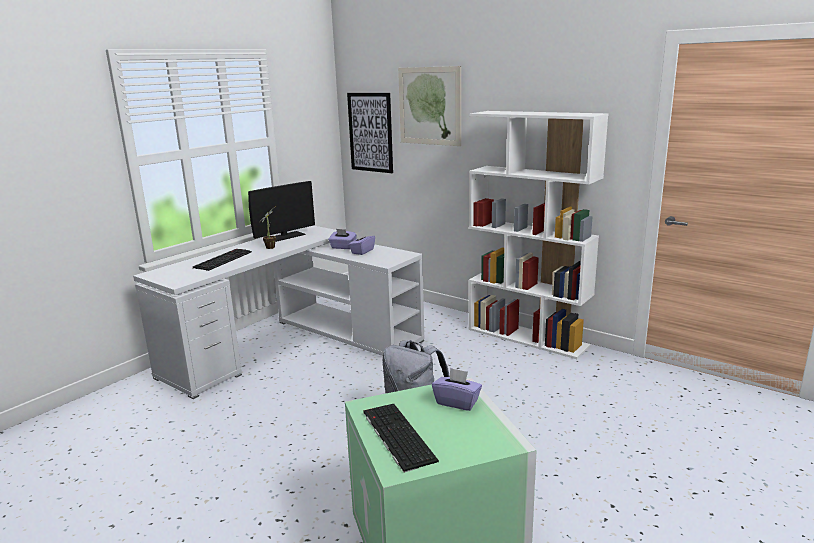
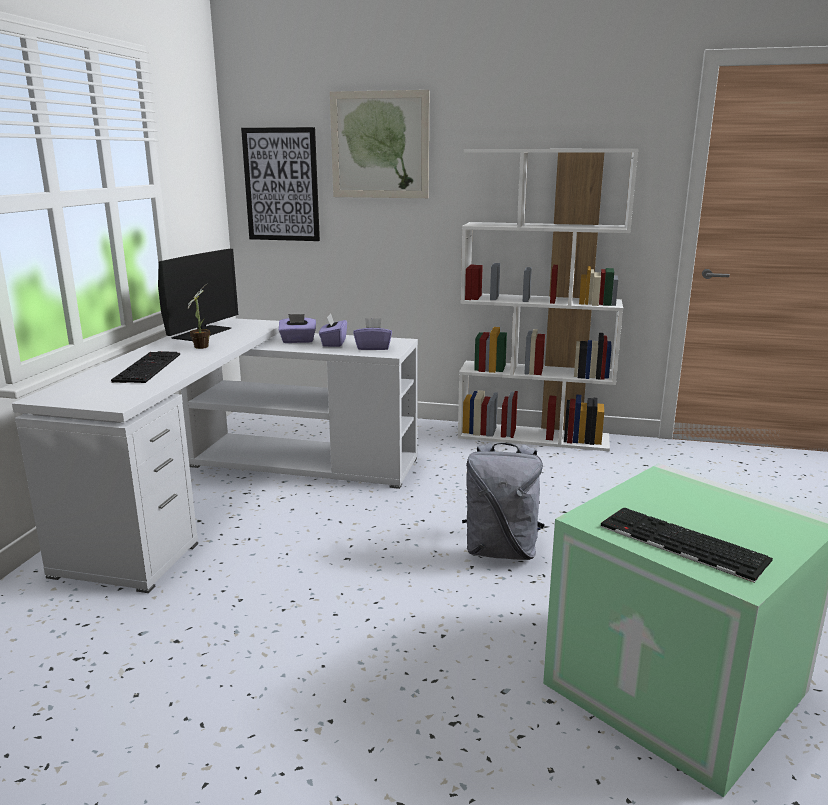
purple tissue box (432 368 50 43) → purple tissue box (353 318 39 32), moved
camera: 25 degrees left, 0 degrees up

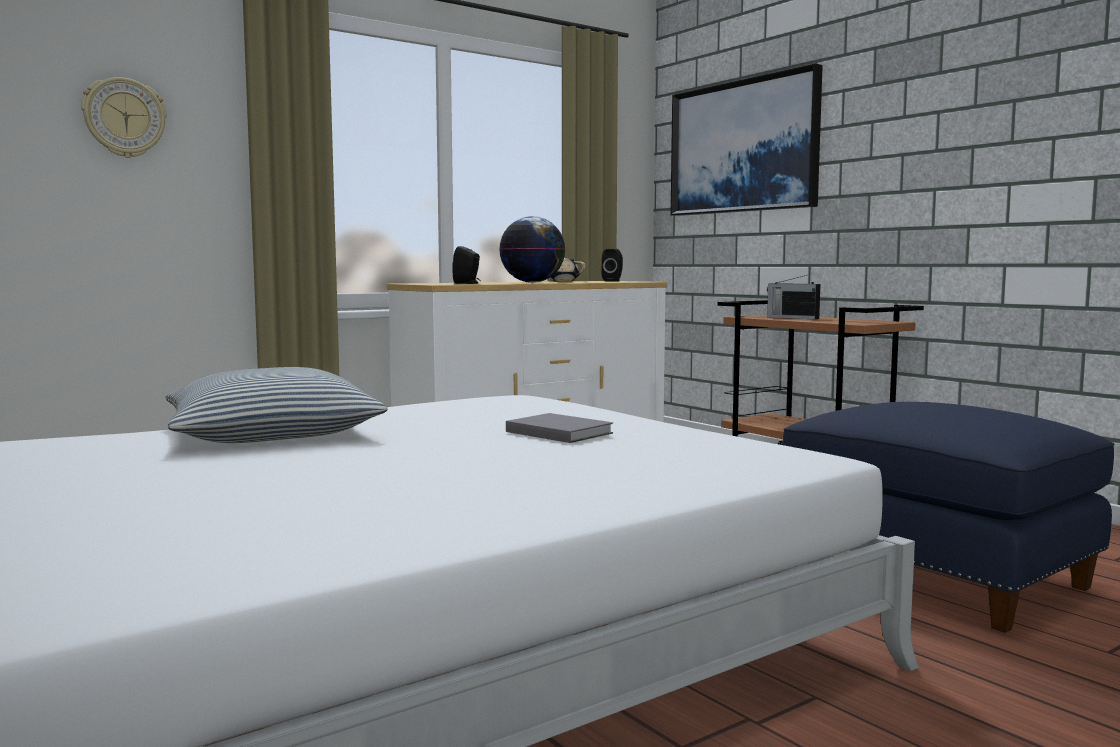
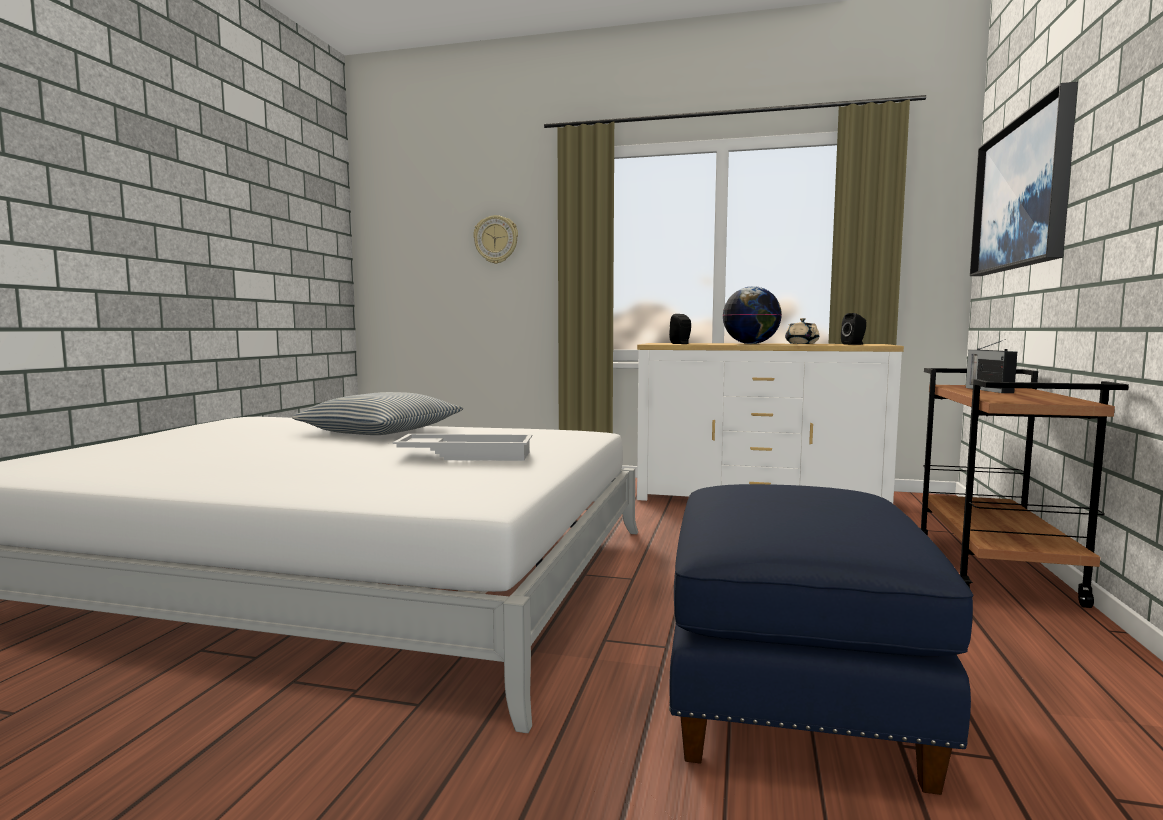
grey book (506 413 107 30) → white tray (393 434 139 27)
camera: 50 degrees right, 0 degrees up

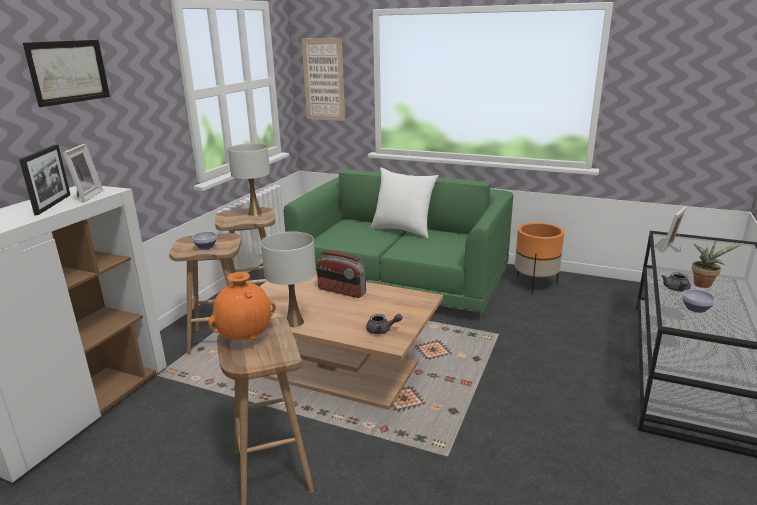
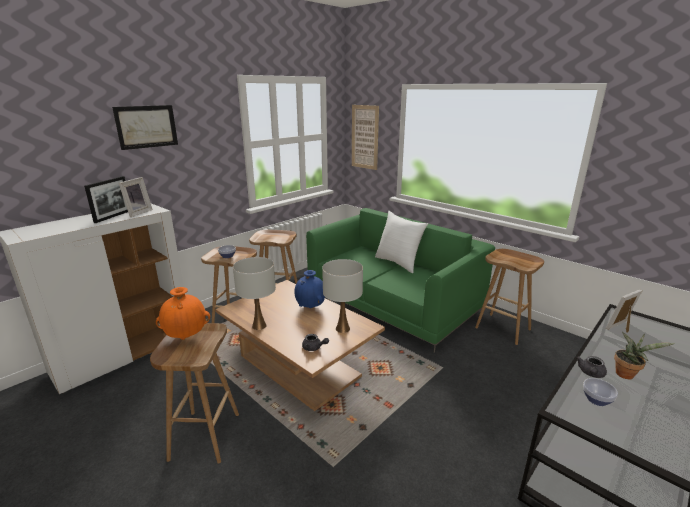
white table lamp (228 143 42 73) → white table lamp (322 259 41 74), moved
radio (317 250 49 48) → blue vase (294 270 31 38)
orange planter (515 223 49 71) → brown stool (475 249 69 96)
camera: 20 degrees right, 0 degrees up

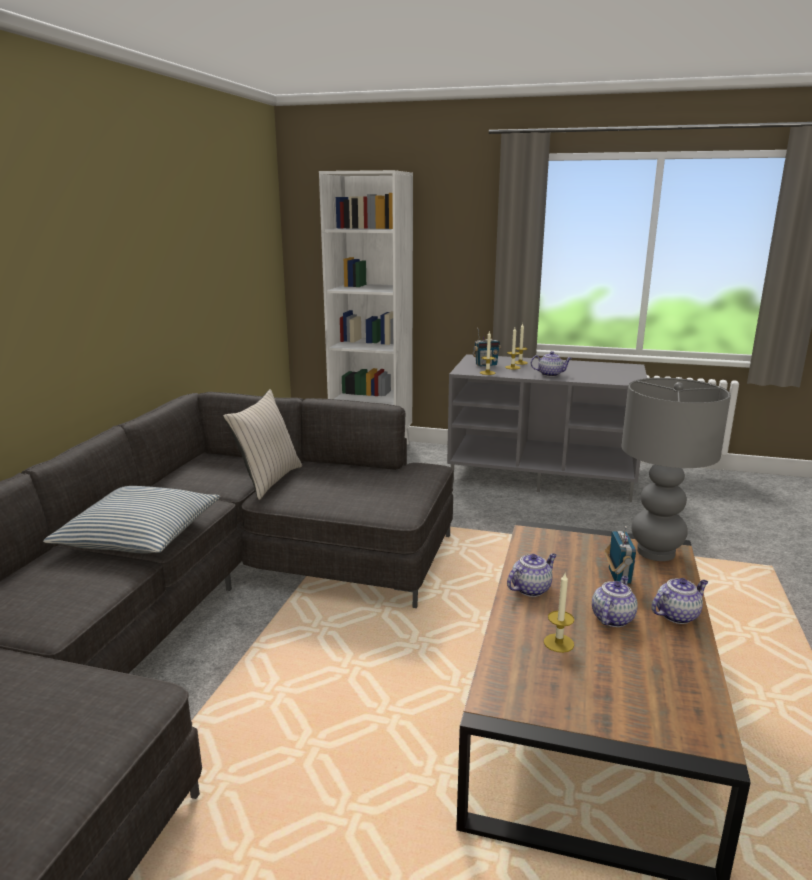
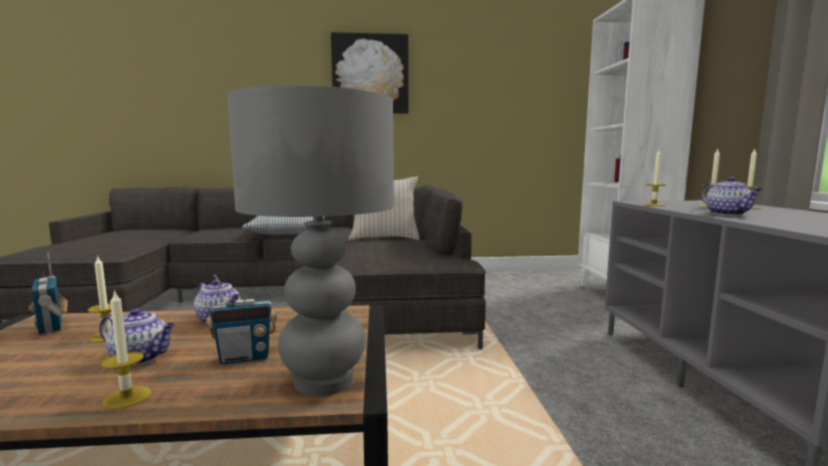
radio (472 328 29 39) → radio (28 253 40 81), moved
teapot (652 578 56 46) → candle (101 290 50 120)
- → picture (331 32 78 82)
camera: 70 degrees right, 10 degrees down

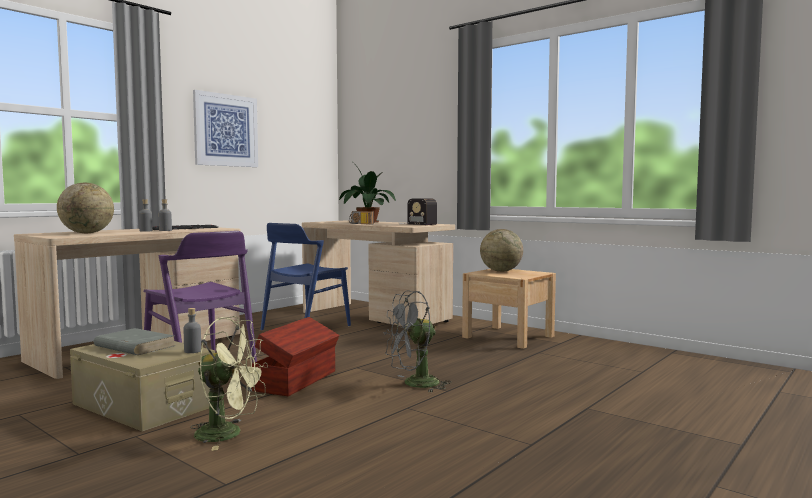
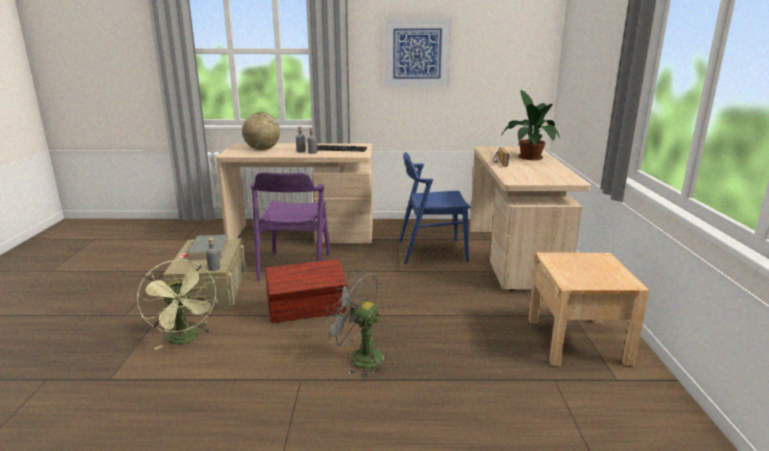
radio (399 198 38 27) → -
globe (480 229 43 43) → -
camera: 50 degrees right, 15 degrees up

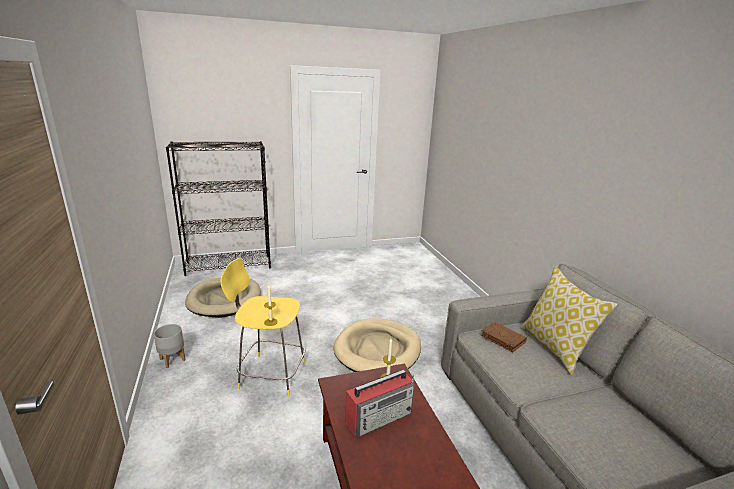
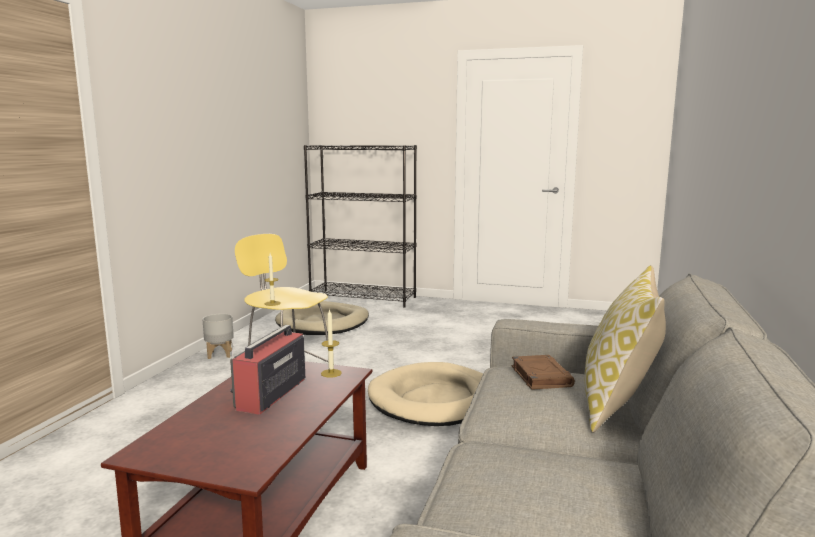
radio (345 370 69 67) → radio (230 325 75 90), 105 degrees clockwise
camera: 35 degrees right, 10 degrees down

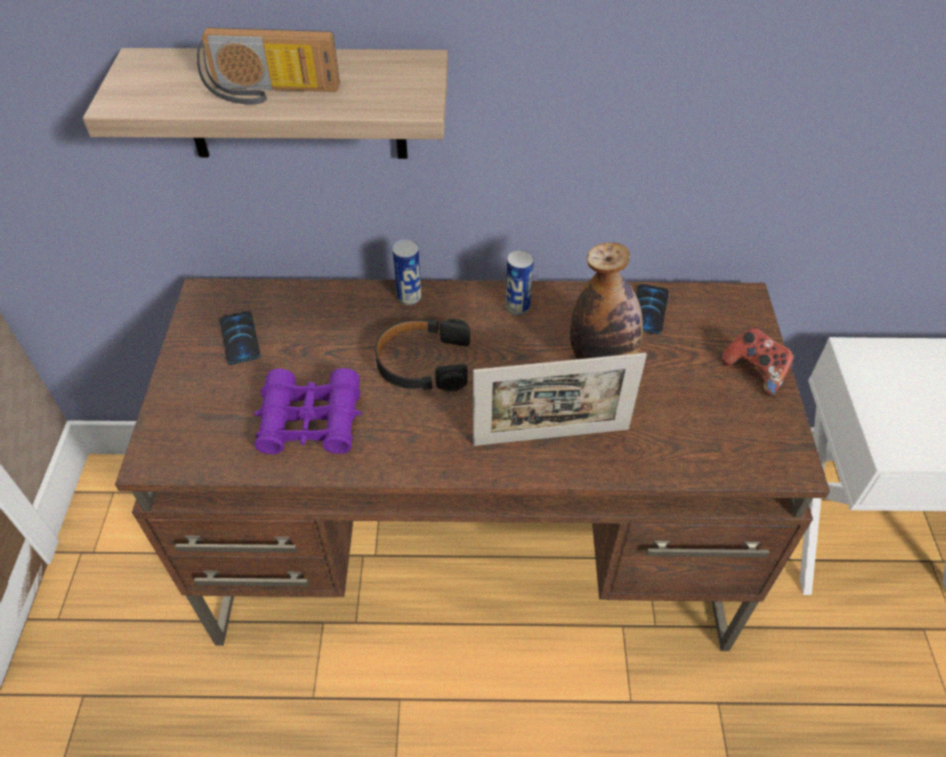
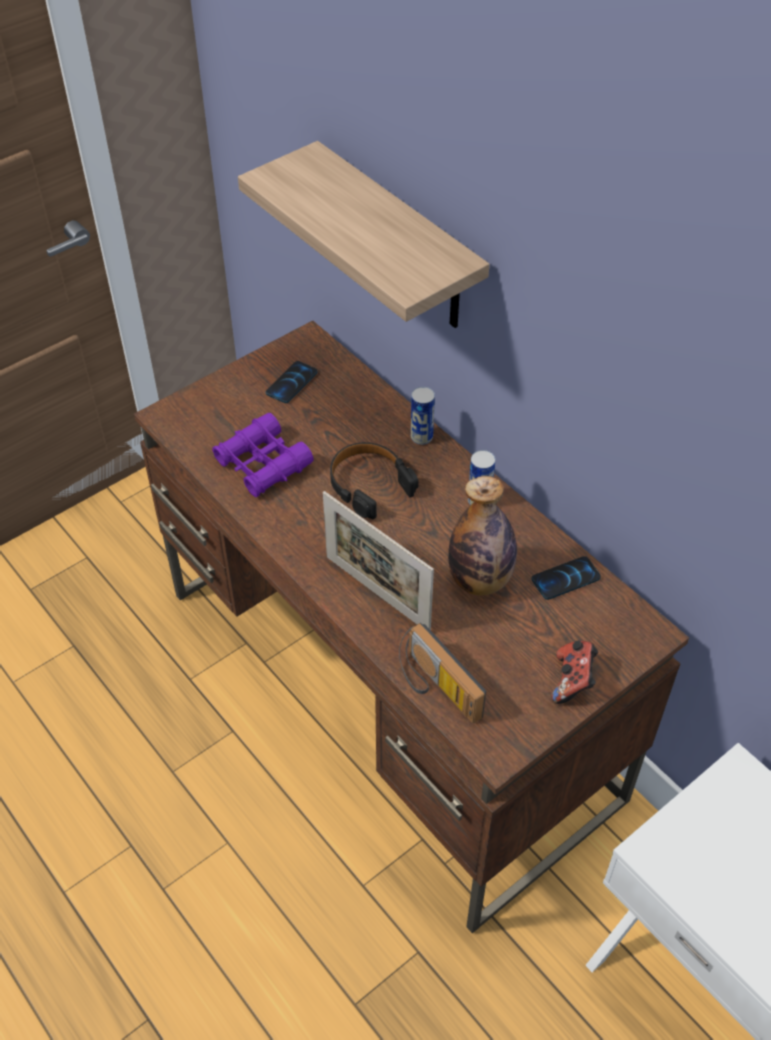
radio (197 27 143 78) → radio (399 623 87 100), moved
camera: 50 degrees right, 0 degrees up

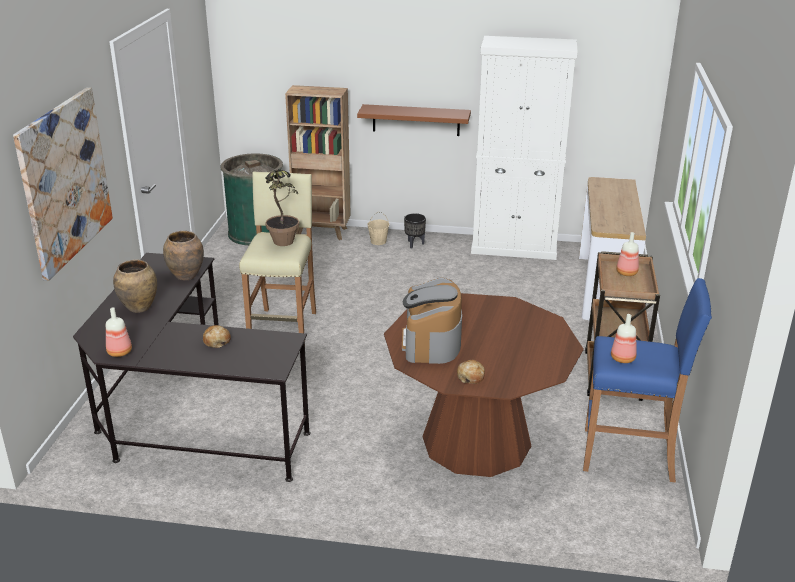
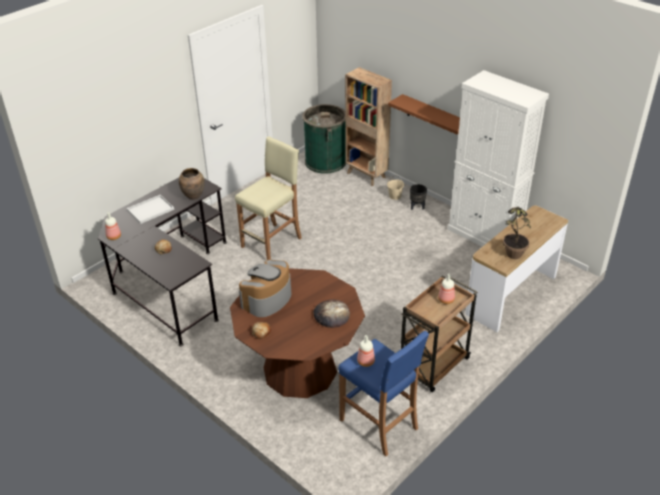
picture (13 88 100 193) → -
brown vase (113 260 44 53) → white tray (127 195 47 29)
potted plant (265 169 34 77) → potted plant (503 207 28 52), moved
- → bread (314 299 36 29)
camera: 35 degrees right, 10 degrees up

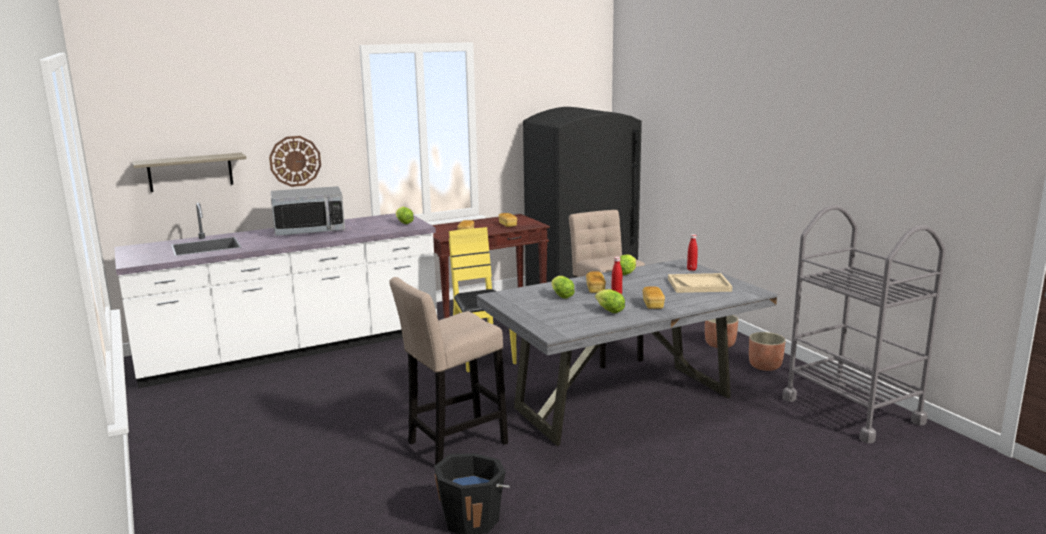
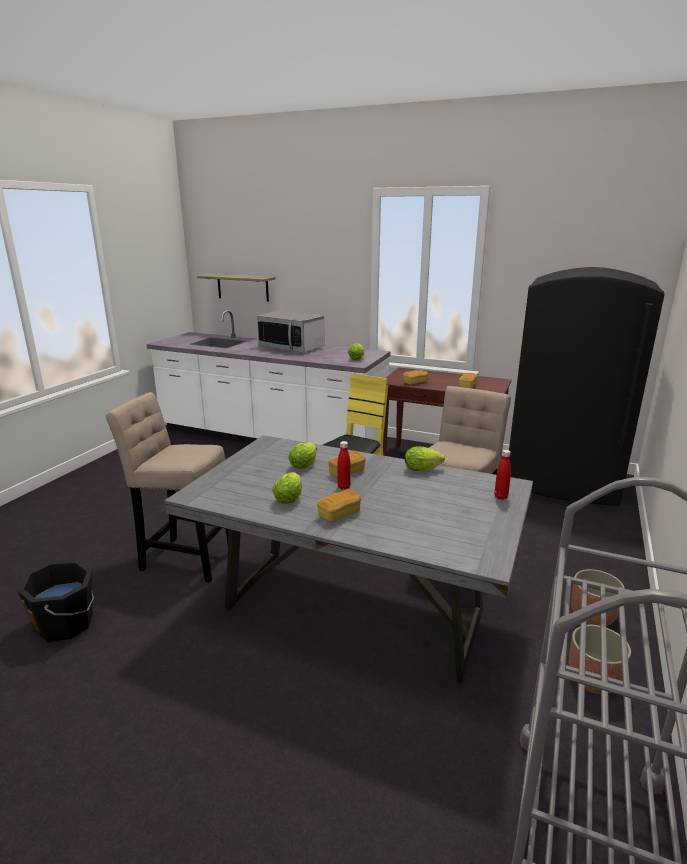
wall clock (269 136 52 51) → -
beige tray (668 273 64 20) → -
camera: 50 degrees right, 5 degrees up

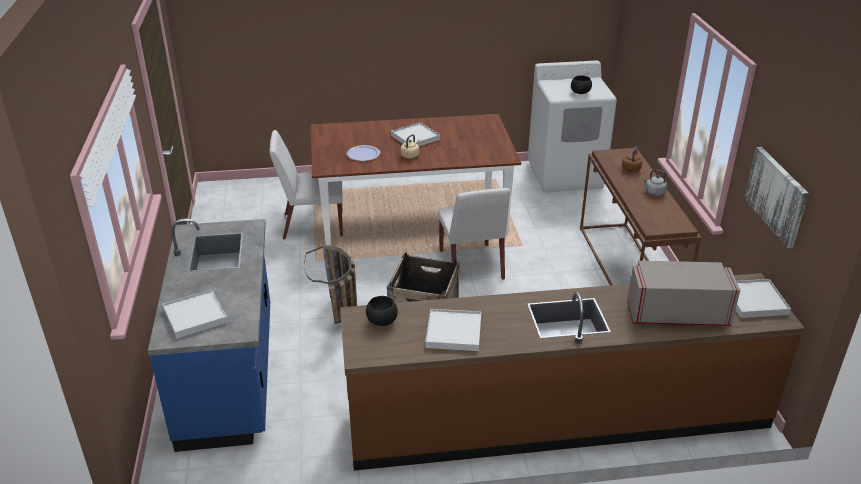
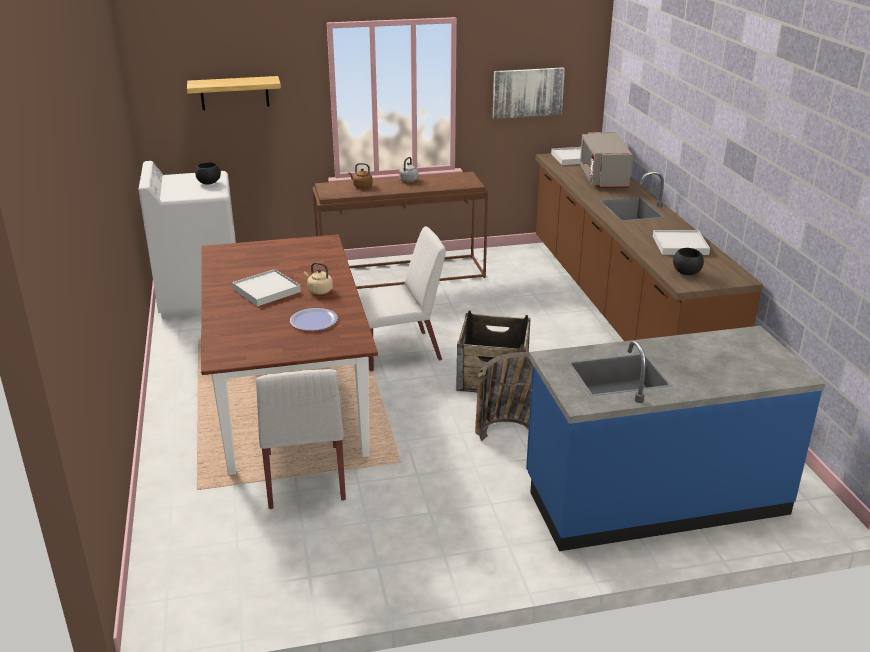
white tray (162 289 66 49) → -
- → shelf (187 76 94 34)
camera: 95 degrees left, 5 degrees down

